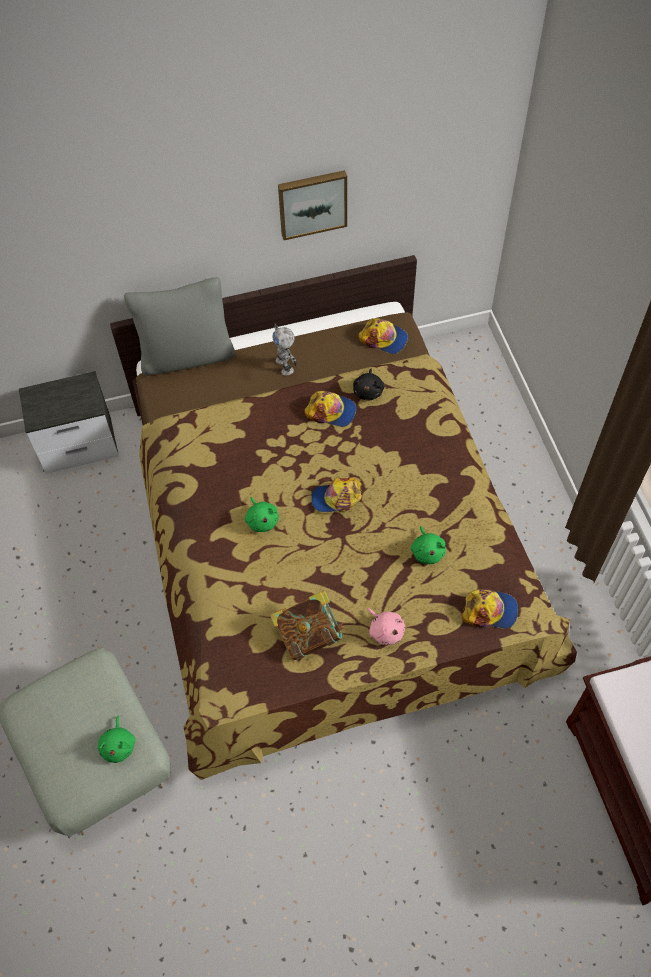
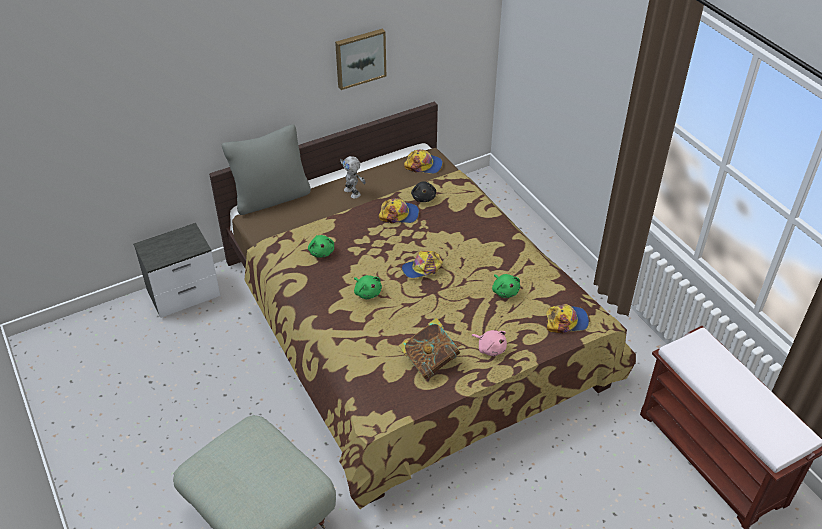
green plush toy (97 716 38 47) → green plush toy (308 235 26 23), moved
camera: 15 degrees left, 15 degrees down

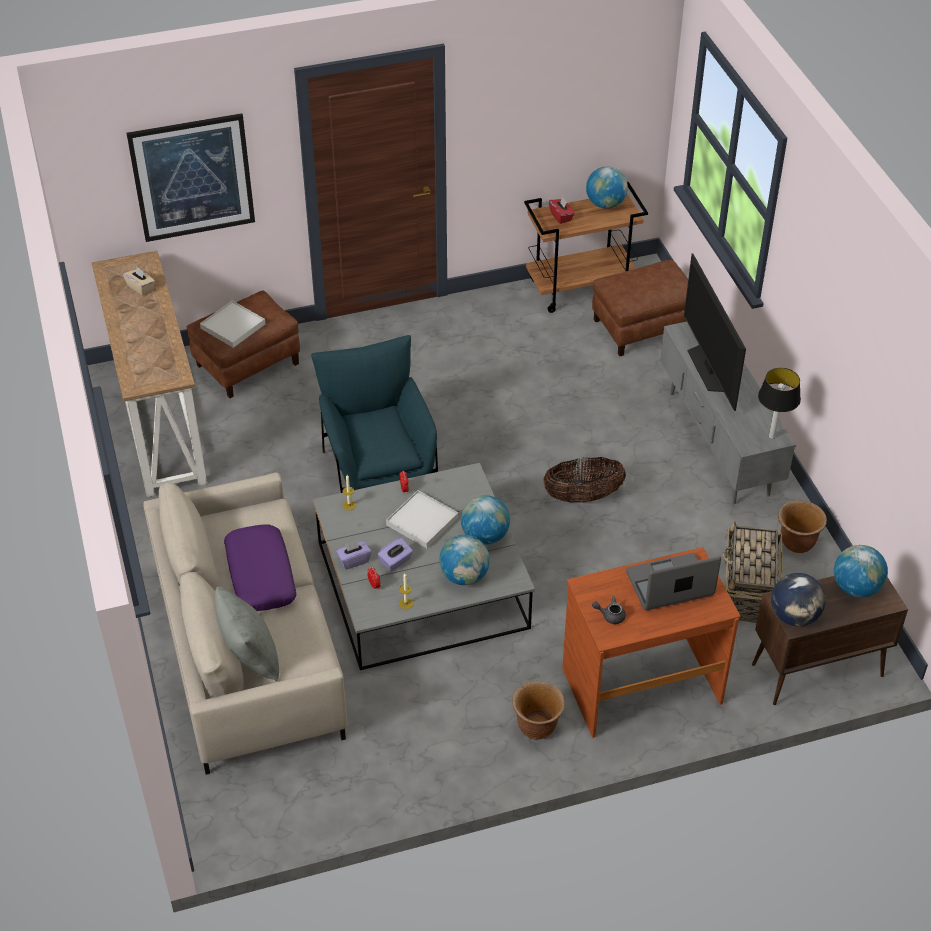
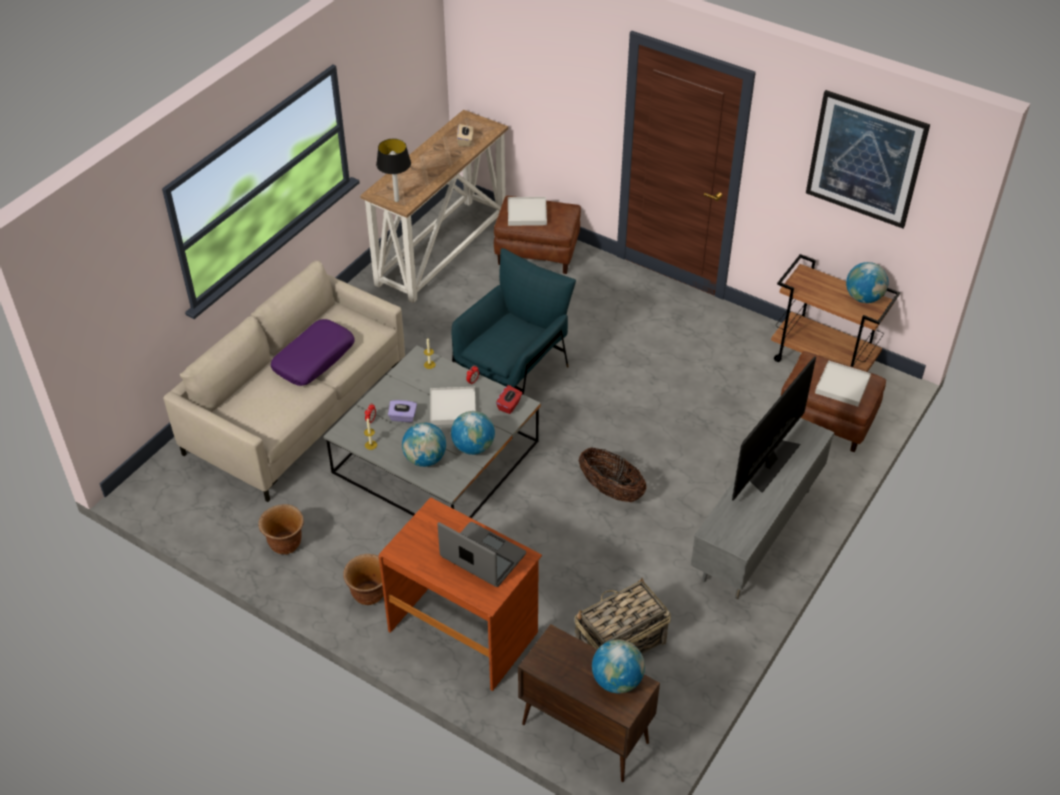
picture (127 113 128 129) → picture (806 90 124 138), moved
grey pillow (215 587 64 95) → -
purple tissue box (336 541 35 29) → -
red tissue box (549 196 25 28) → red tissue box (496 385 26 29), moved
grey teapot (592 596 34 28) → -
table lamp (758 368 43 71) → table lamp (376 139 35 63), moved
globe (771 573 55 53) → -
brown planter (778 500 49 53) → brown planter (258 504 46 51), moved
- → white tray (815 360 56 47)
camera: 50 degrees right, 0 degrees up

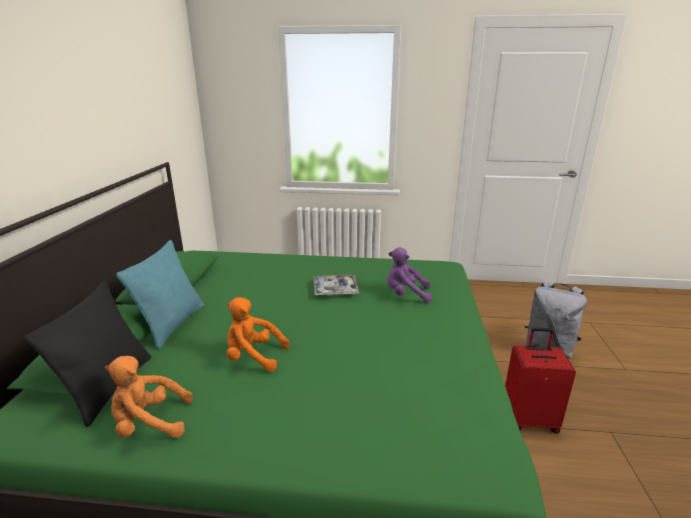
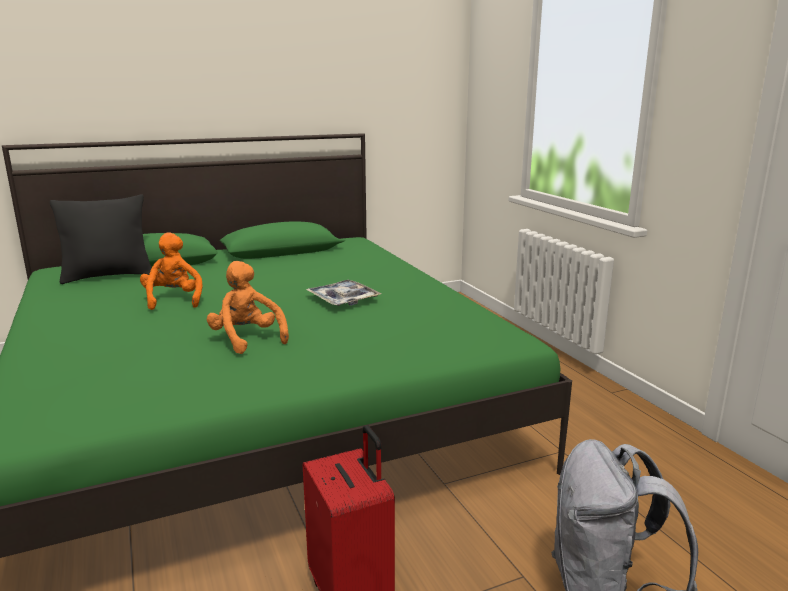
orange plush toy (105 356 88 82) → orange plush toy (207 261 82 93), moved
turquoise pillow (116 240 88 109) → -
purple plush toy (387 247 45 56) → -
camera: 60 degrees right, 5 degrees down

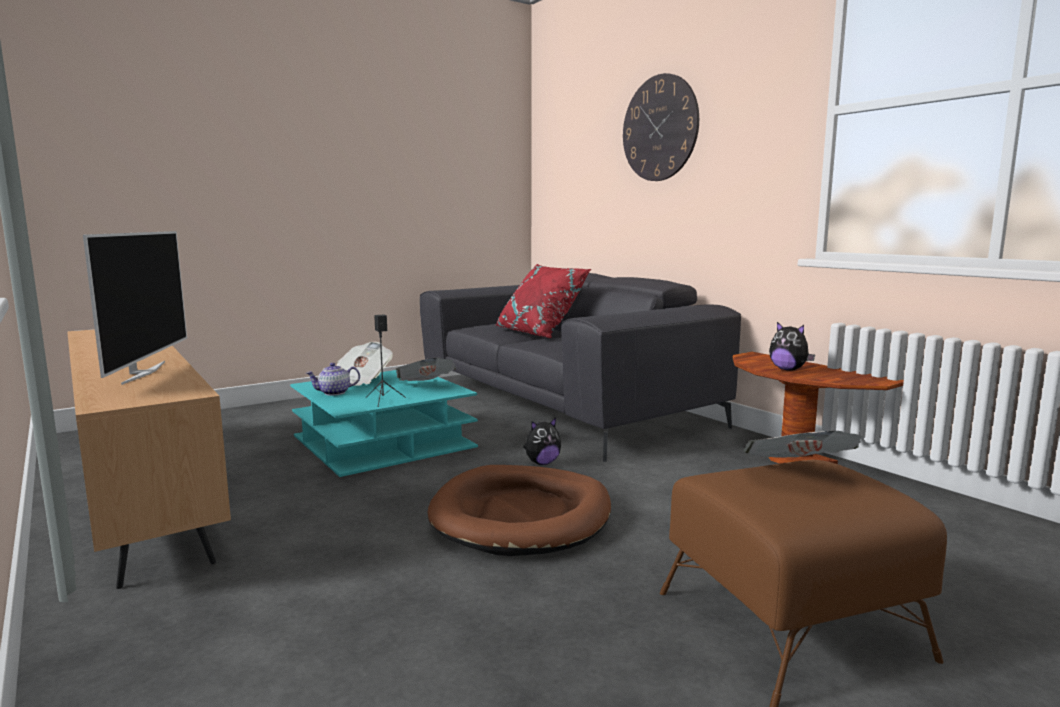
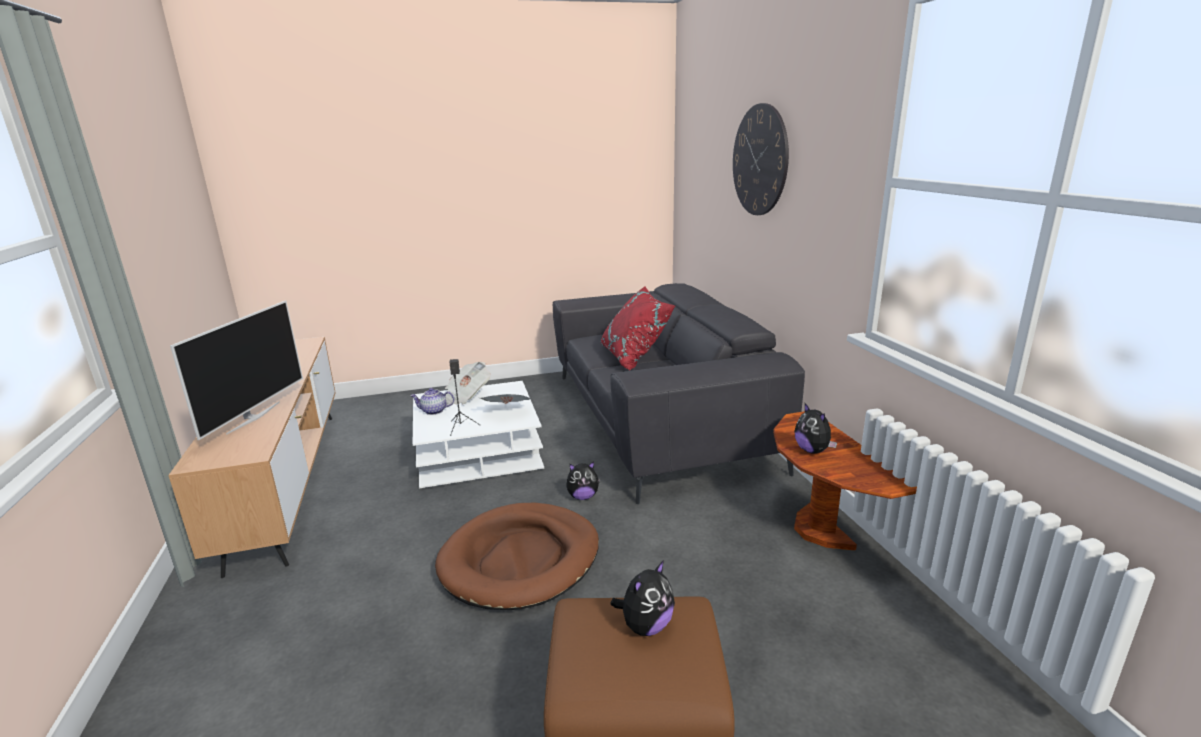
turquoise coffee table (290 370 188 107) → white coffee table (413 381 131 108)
newspaper (743 431 119 27) → plush toy (611 560 64 76)
camera: 20 degrees right, 10 degrees up

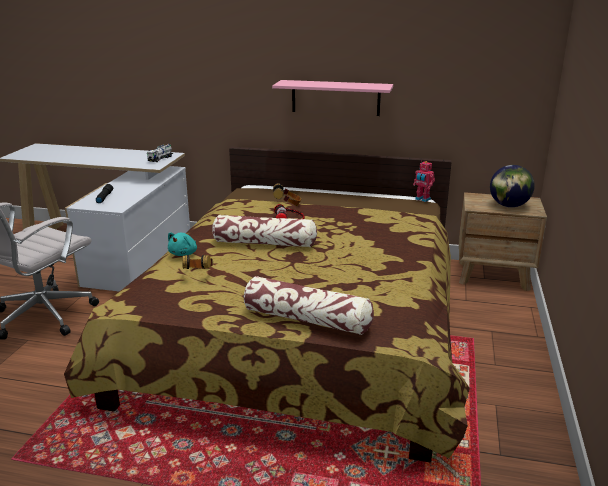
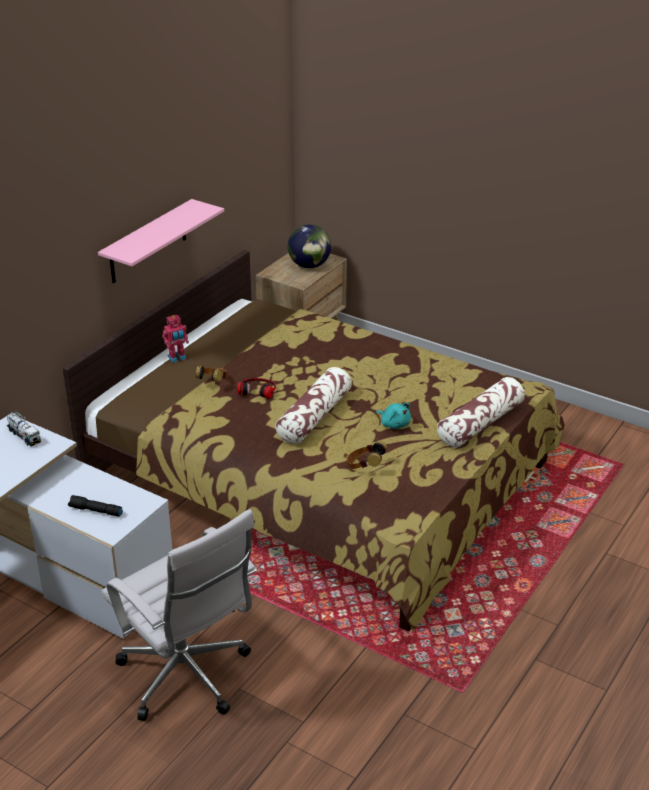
turquoise plush toy (168 232 29 24) → turquoise plush toy (376 403 35 26), moved
toy robot (413 161 22 41) → toy robot (162 315 27 47), moved
camera: 70 degrees left, 10 degrees up

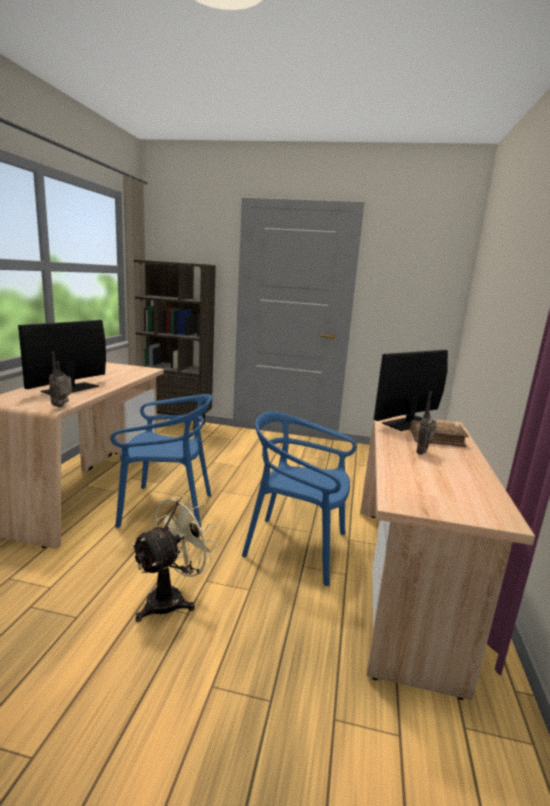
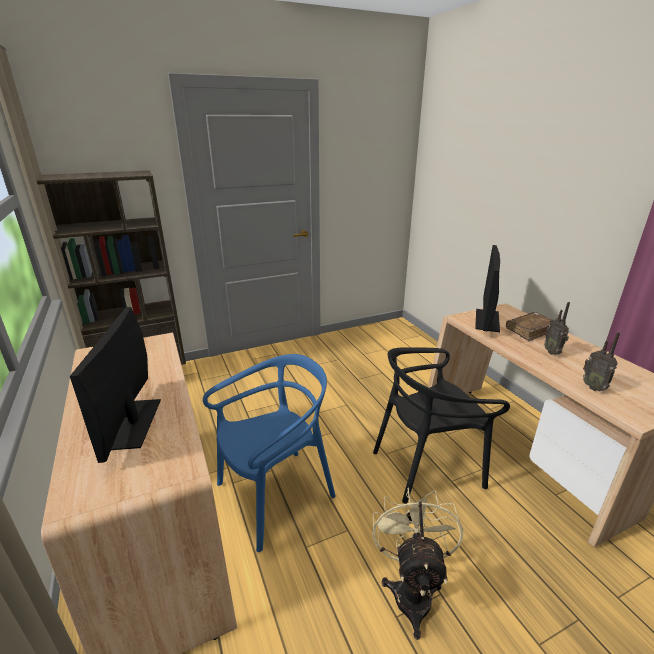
radio (49 351 23 56) → radio (583 332 37 59), moved
blue chair (242 411 114 175) → black chair (373 347 137 157)
camera: 35 degrees left, 10 degrees up

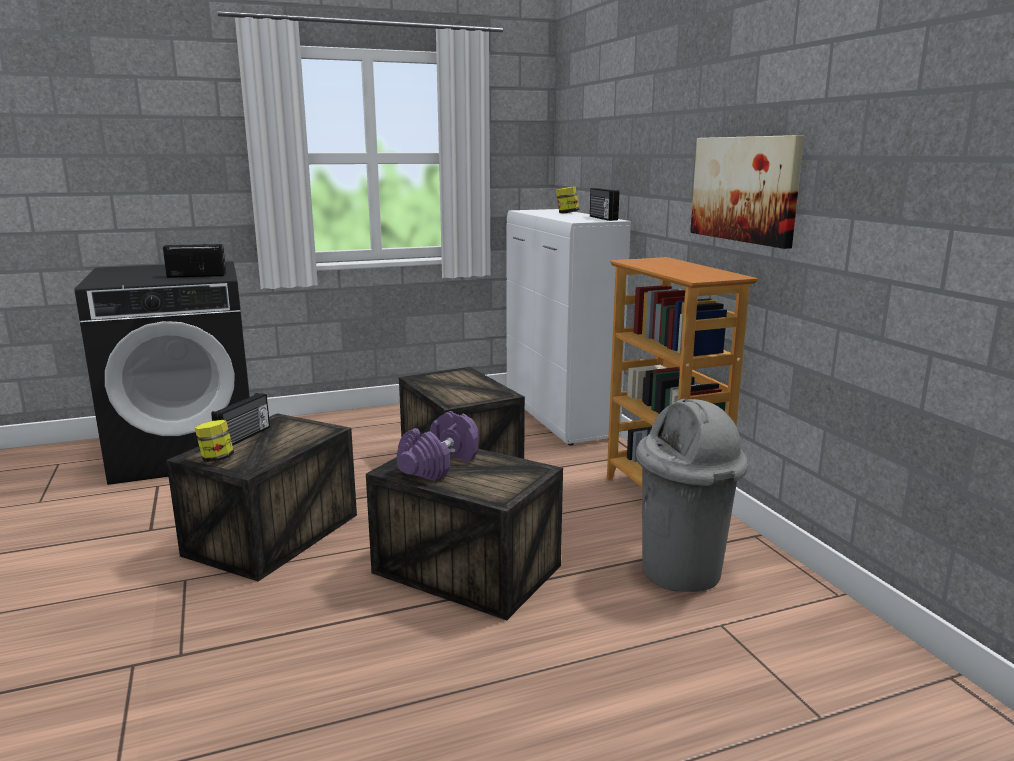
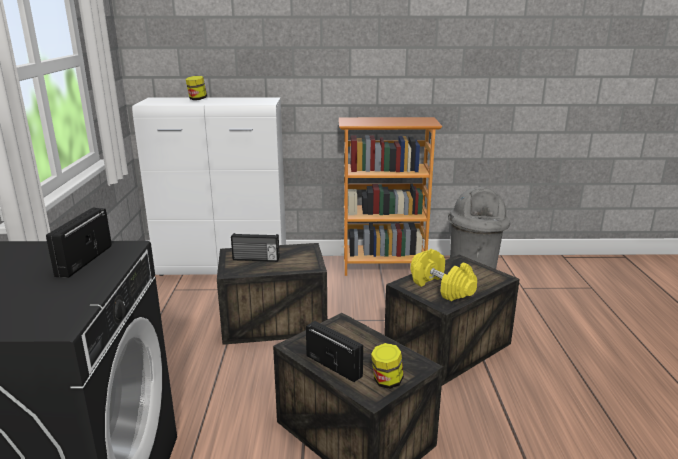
purple dumbbell (397 411 81 70) → yellow dumbbell (411 249 66 52)
radio (590 188 29 33) → radio (231 233 49 29), moved
picture (690 135 114 114) → -
camera: 70 degrees left, 5 degrees up

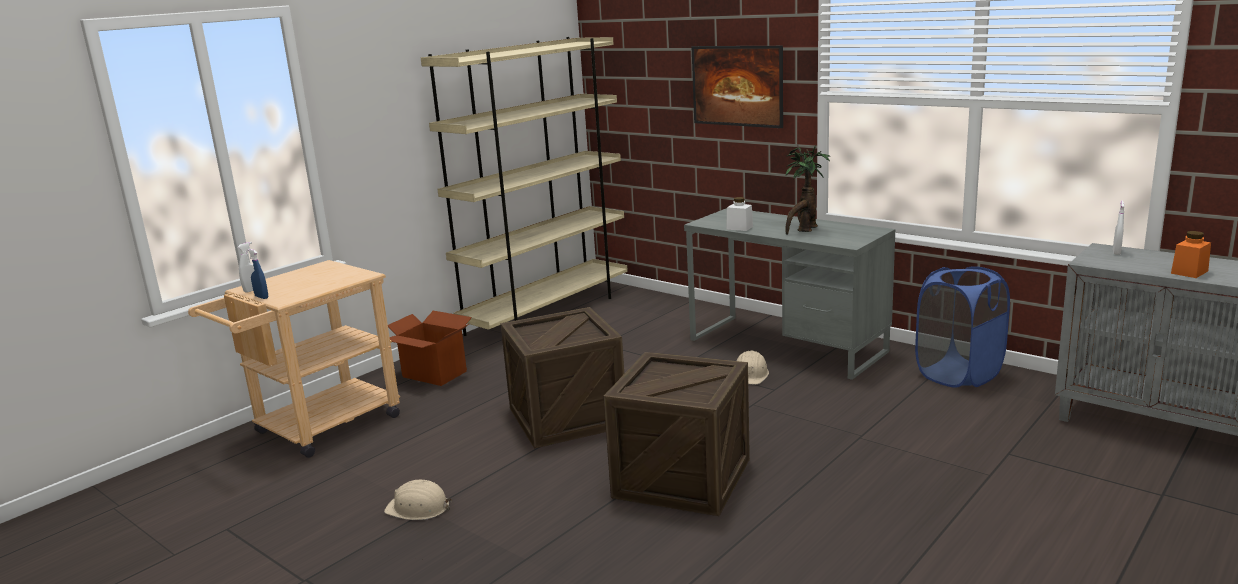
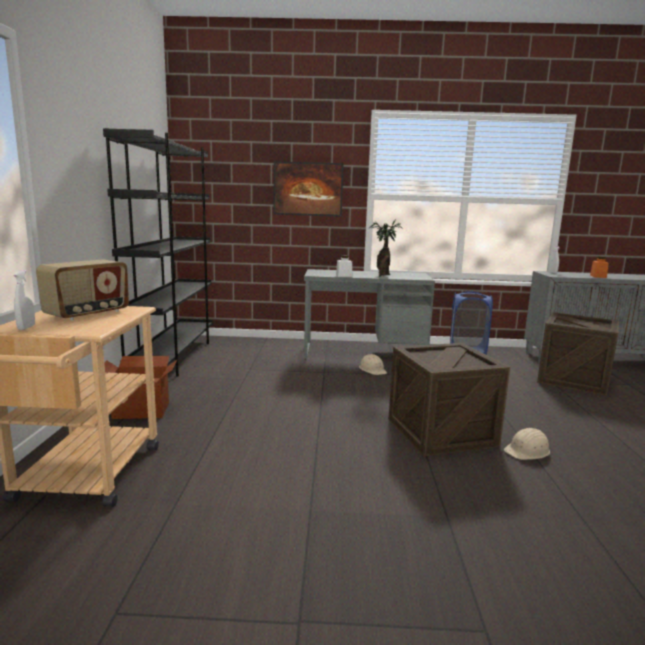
blue spray bottle (247 249 21 50) → -
beige hard hat (384 480 68 40) → beige hard hat (504 428 46 32), moved
beige bookcase (421 37 207 299) → black bookcase (103 128 109 249)
crate (500 307 124 141) → crate (537 312 82 84), moved
- → radio (36 259 93 62)
camera: 40 degrees left, 5 degrees down

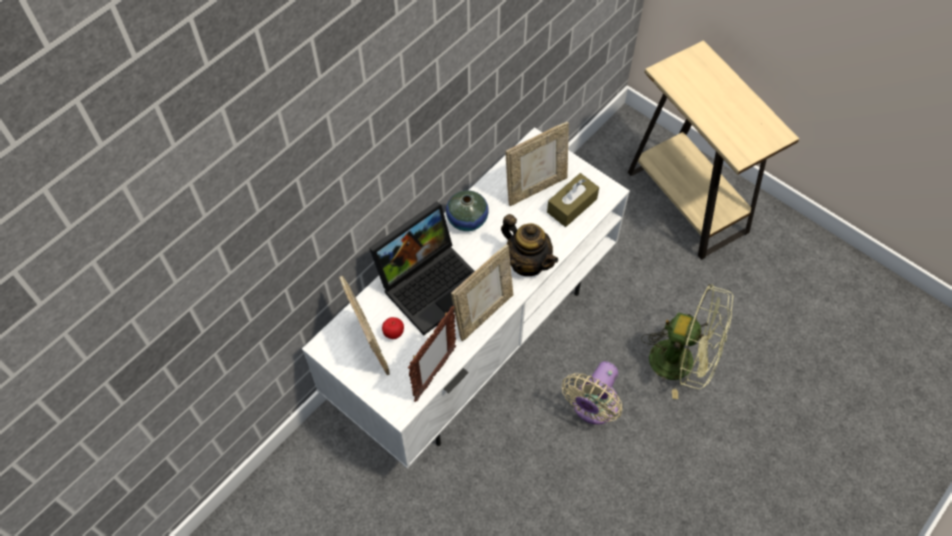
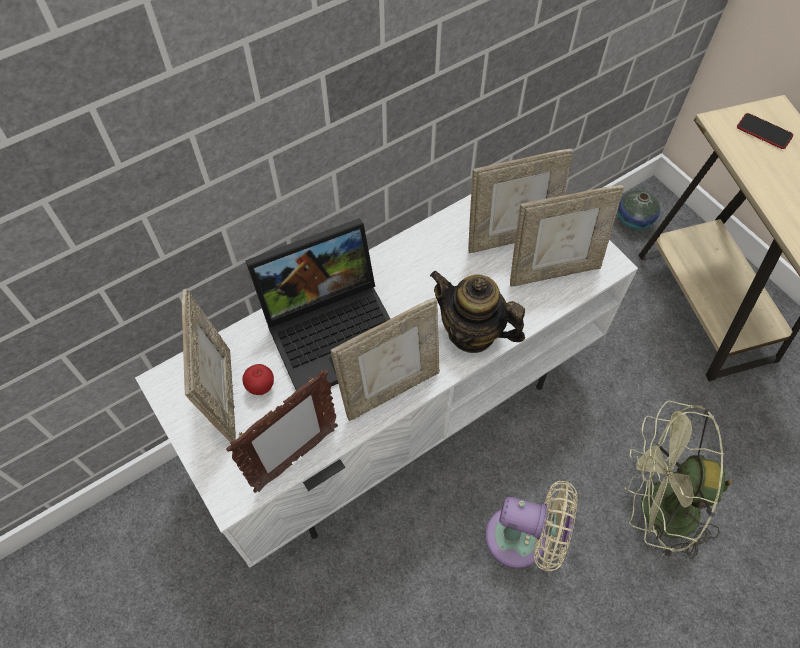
vase (446 190 43 41) → vase (617 190 43 40), moved
teapot (501 214 57 62) → teapot (430 271 95 82), 150 degrees clockwise
brown tissue box (547 173 52 54) → picture frame (510 185 114 102)
beige fan (562 361 60 63) → beige fan (485 481 93 90), 120 degrees counterclockwise
green fan (641 284 92 115) → green fan (625 401 107 159), 150 degrees clockwise
- → phone (737 113 56 36)
camera: 15 degrees right, 0 degrees up

